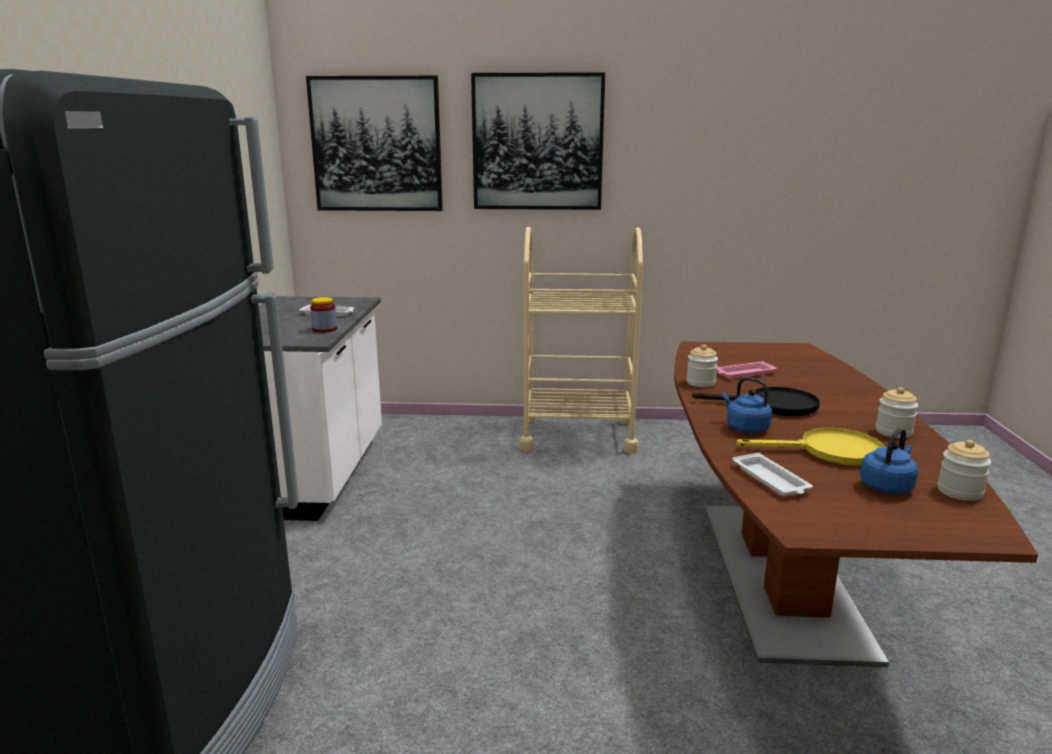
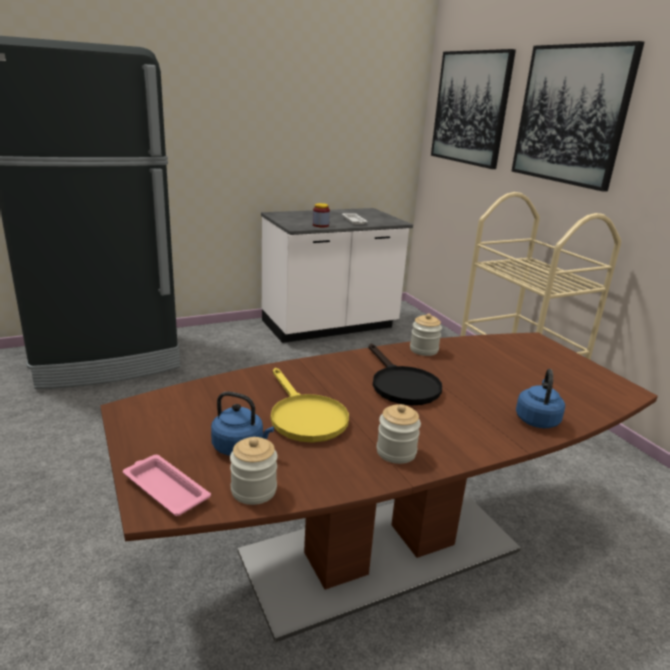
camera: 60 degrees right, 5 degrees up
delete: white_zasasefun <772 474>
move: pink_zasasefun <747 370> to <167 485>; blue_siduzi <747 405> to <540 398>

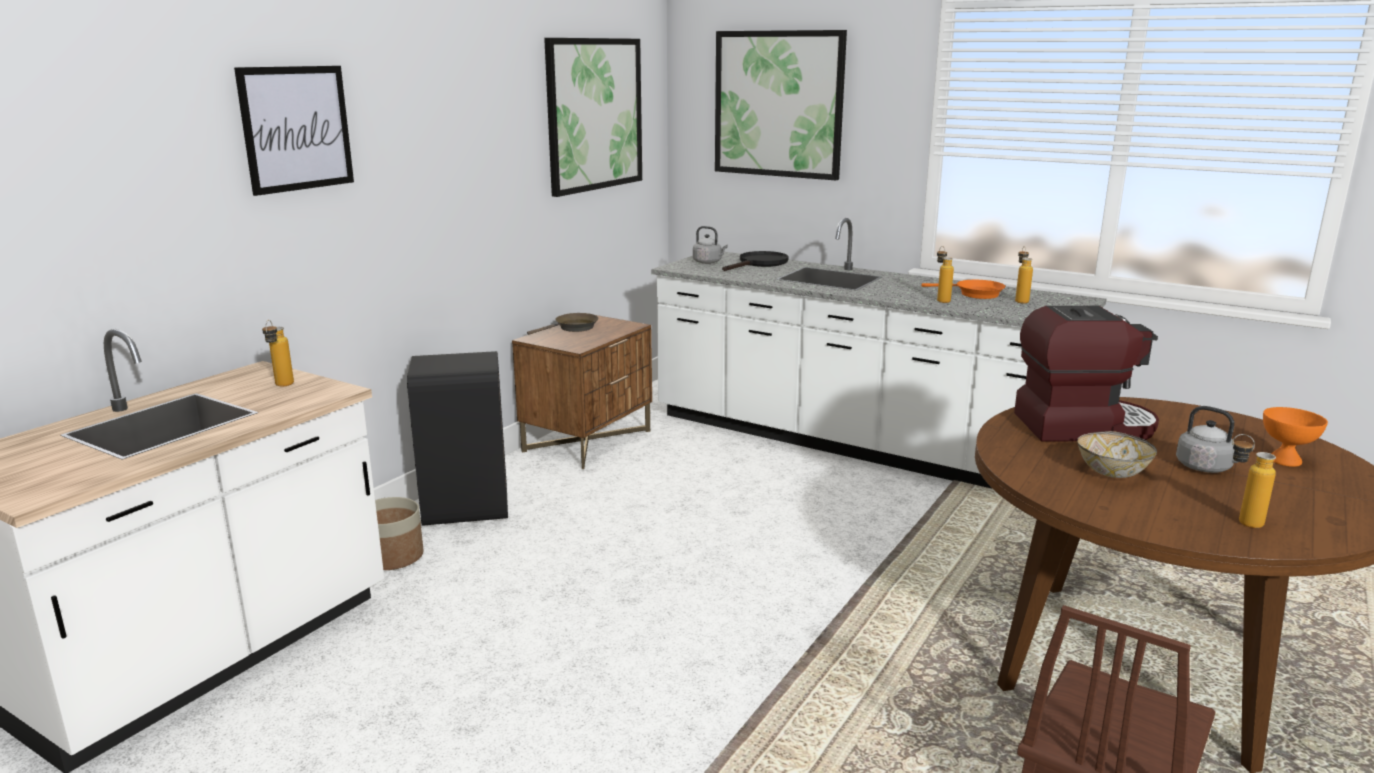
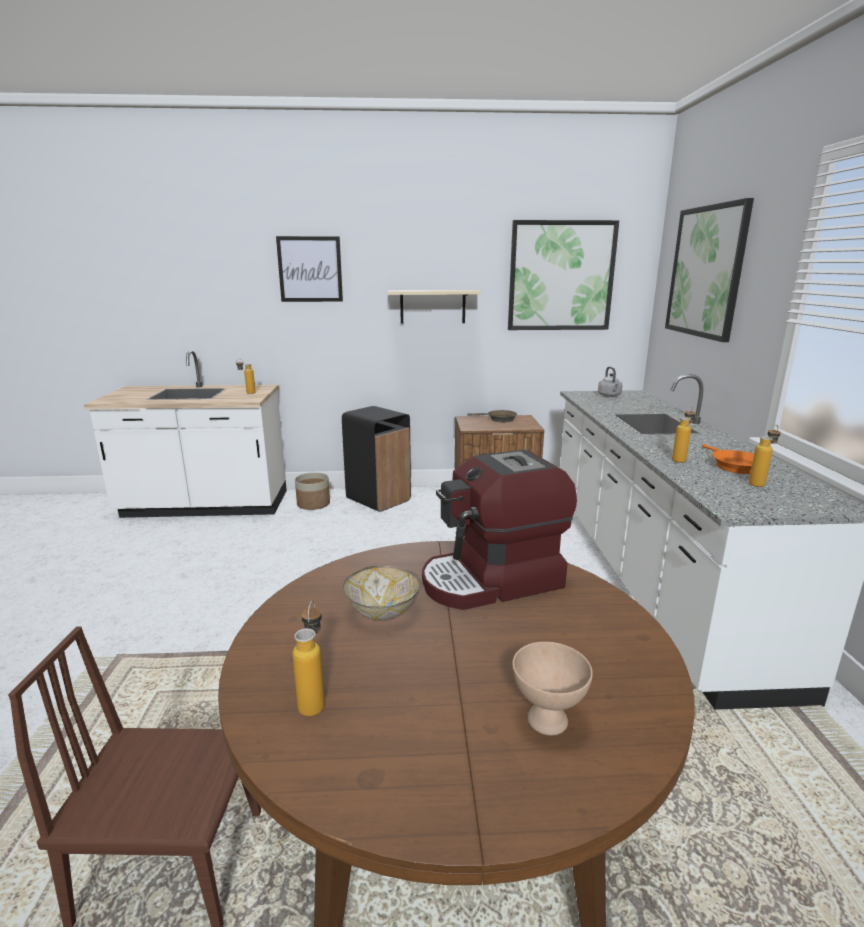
camera: 55 degrees right, 0 degrees up
delete: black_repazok <755 261>; grey_siduzi <1215 439>
insert: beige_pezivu <434 307>
recolor: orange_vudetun <1295 437> to beige_vudetun <553 688>
rotate: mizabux <1086 374> = <499 529> 105 degrees clockwise

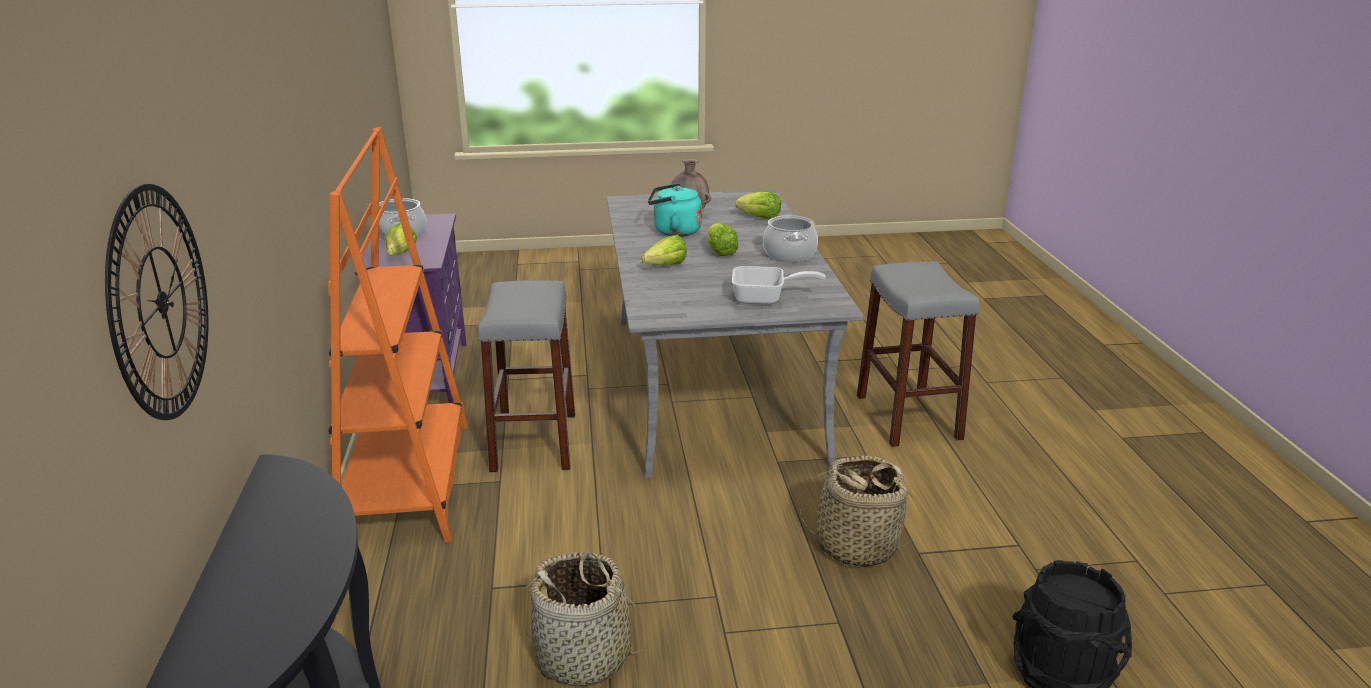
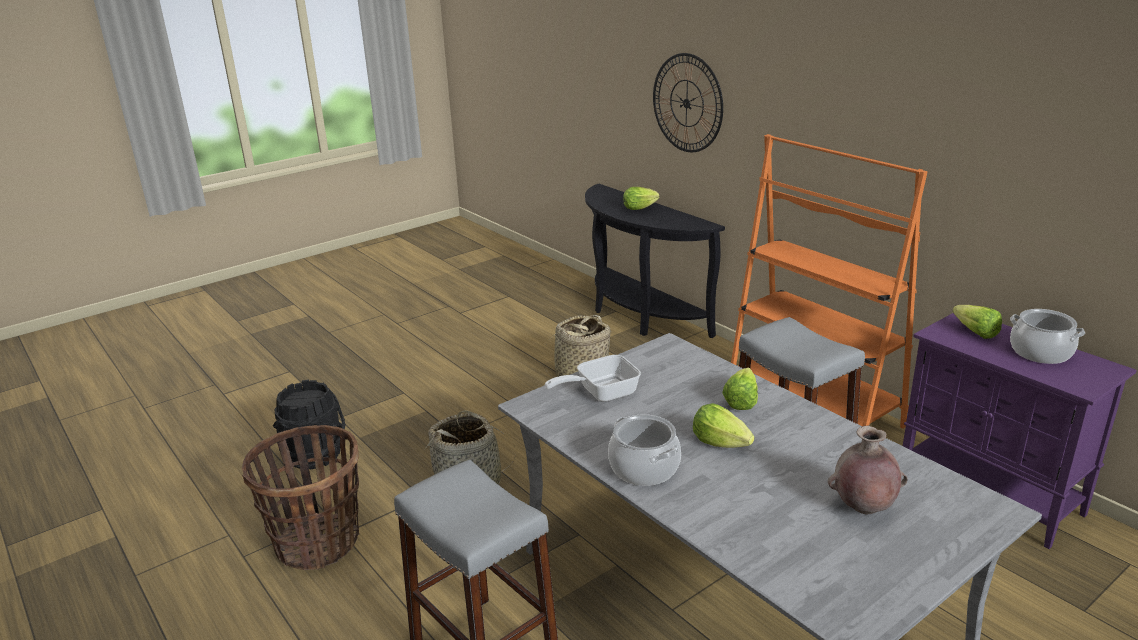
camera: 150 degrees right, 0 degrees up
delete: turquoise_siduzi <675 210>
insert: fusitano <300 497>
move: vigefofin <758 205> to <641 198>

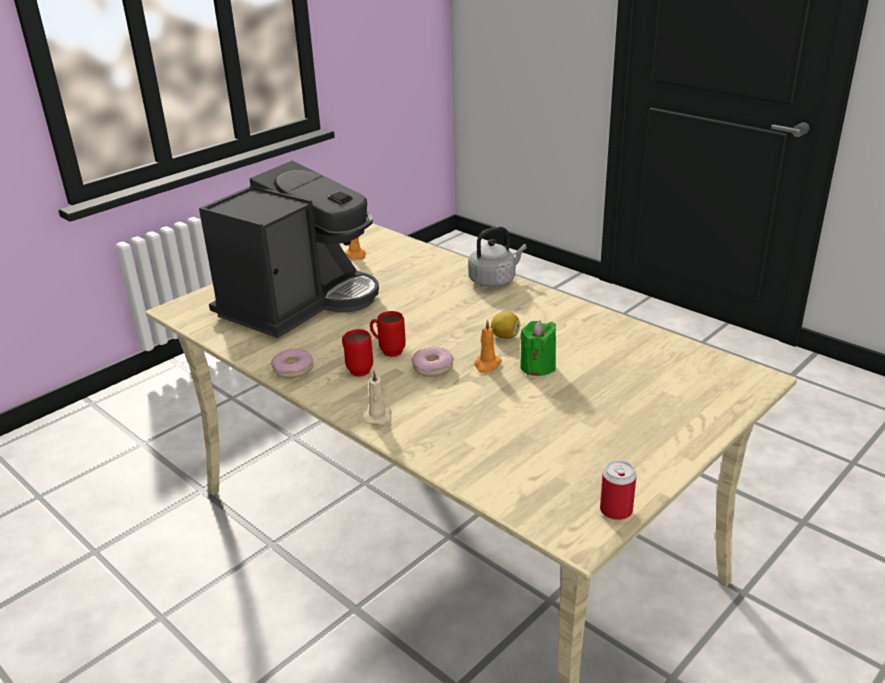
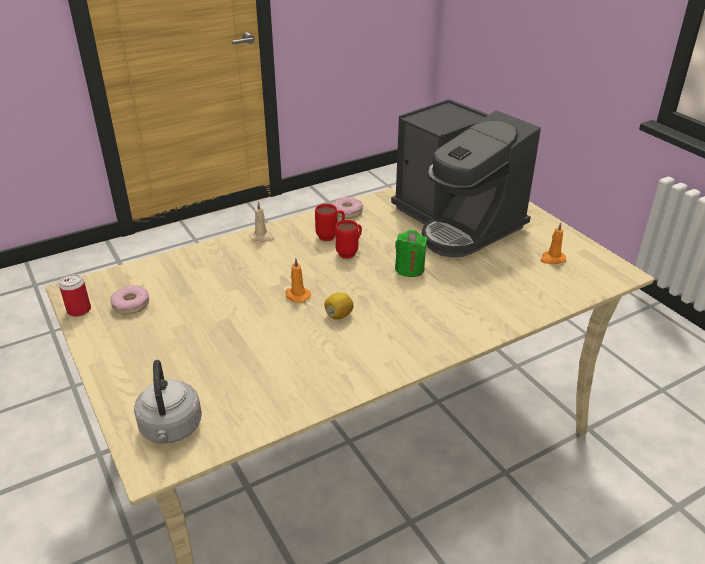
camera: 105 degrees right, 5 degrees up
move: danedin <433 362> to <129 300>; grey_siduzi <497 256> to <168 402>; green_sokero <538 348> to <411 253>

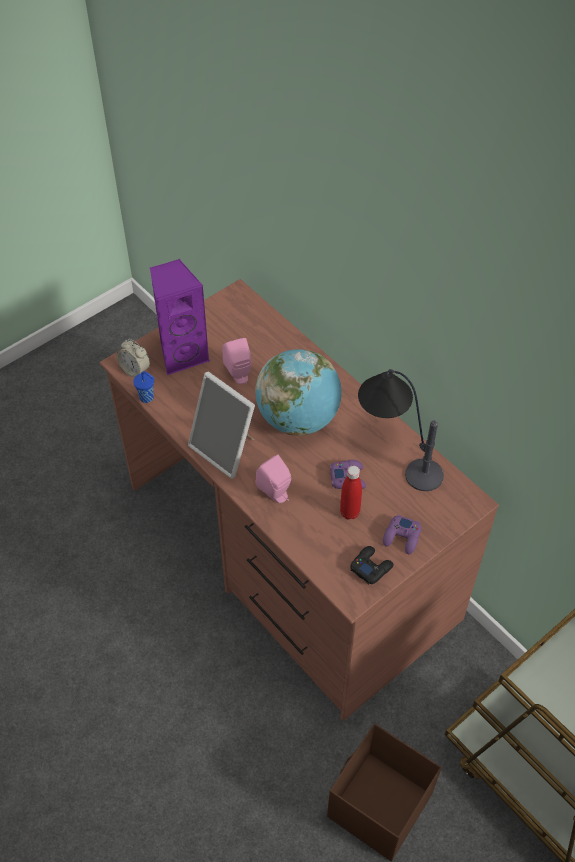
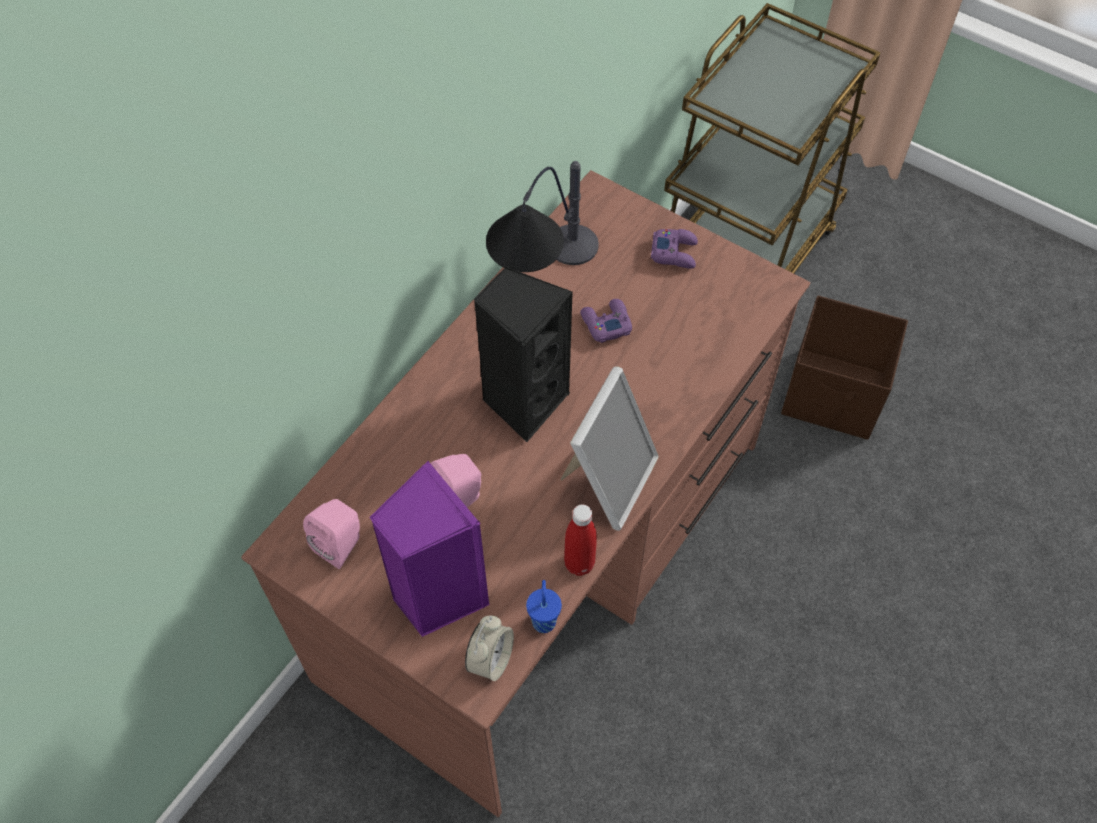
camera: 105 degrees left, 5 degrees up
delete: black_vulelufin <372 565>
move: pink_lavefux <273 479> to <331 534>; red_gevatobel <351 493> to <580 540>
replace: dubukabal <298 392> to black_lavefux <523 354>

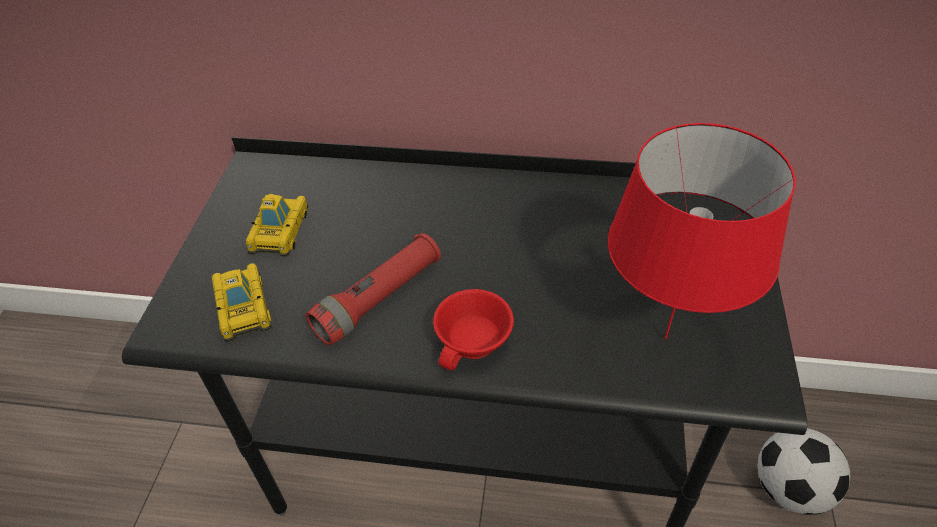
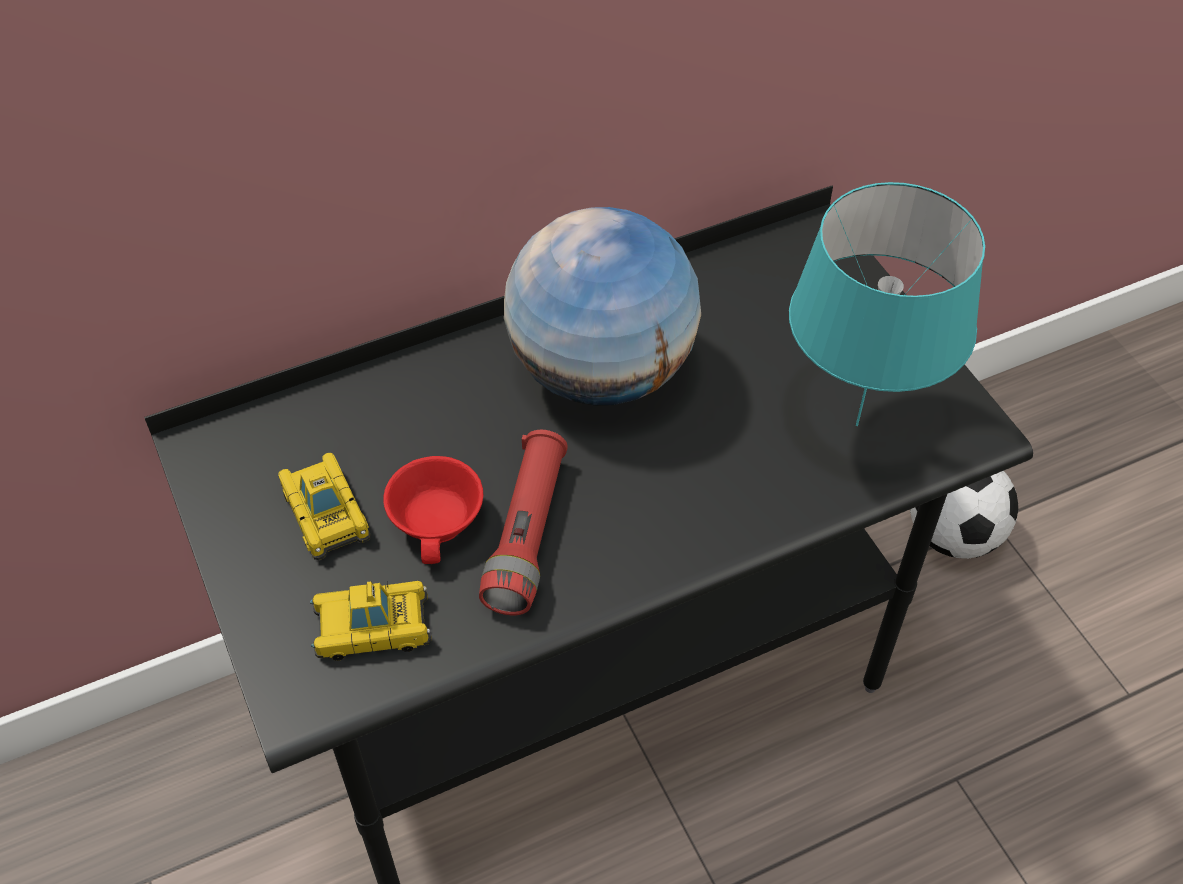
camera: 35 degrees left, 5 degrees up
insert: dubukabal <602 306>
move: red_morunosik <473 329> to <433 510>
recolor: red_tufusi <701 231> to turquoise_tufusi <887 304>
rotate: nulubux <242 302> = <370 621> 45 degrees counterclockwise

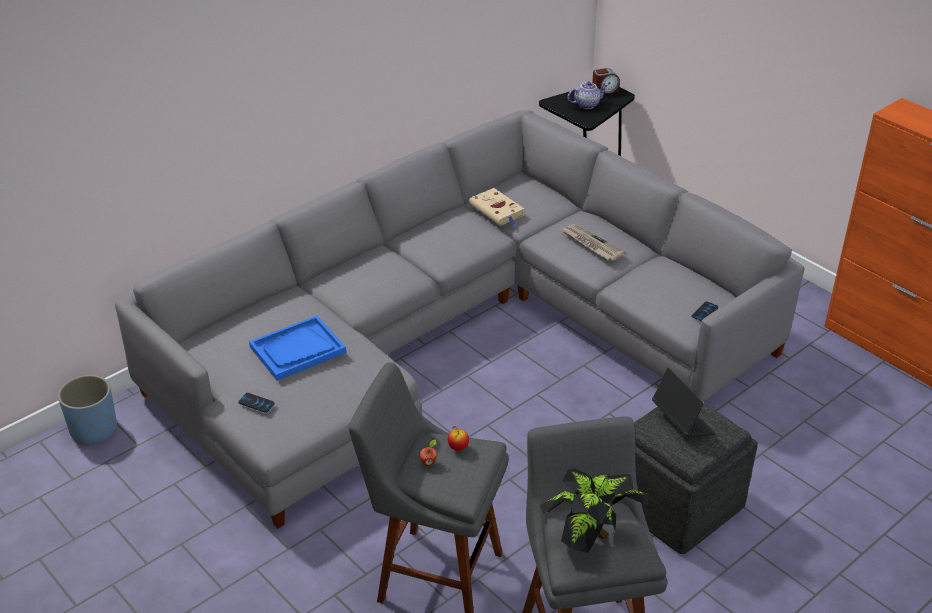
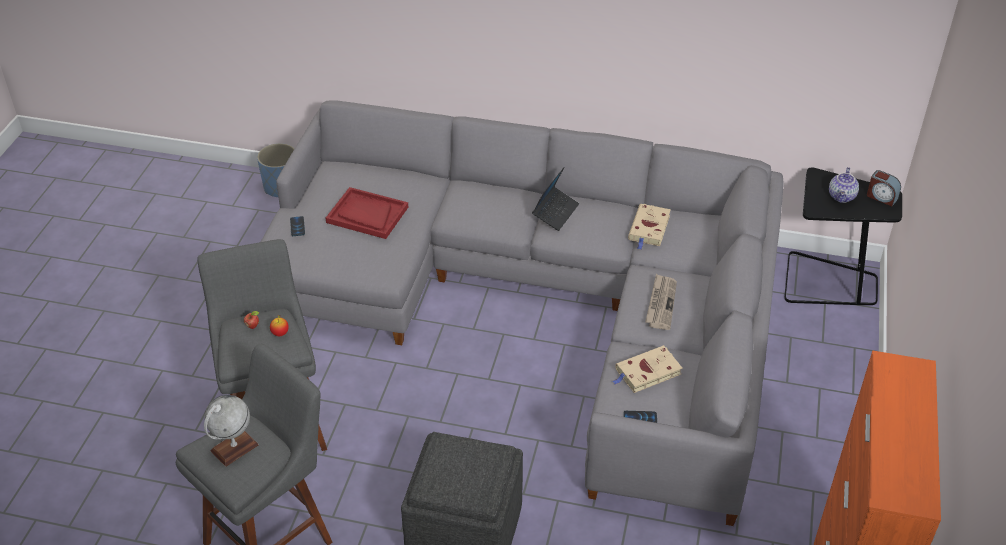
camera: 55 degrees right, 5 degrees up
insert: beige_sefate <647 369>
move: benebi <684 402> to <555 199>
replace: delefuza <594 510> to dubukabal <231 431>
recolor: blue_zasasefun <297 348> to red_zasasefun <367 213>
rotate: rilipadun <588 95> = <844 185> 75 degrees clockwise

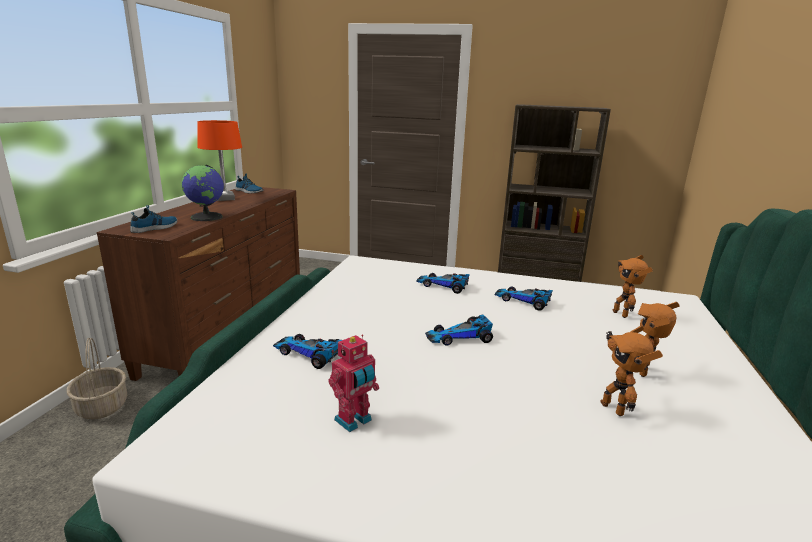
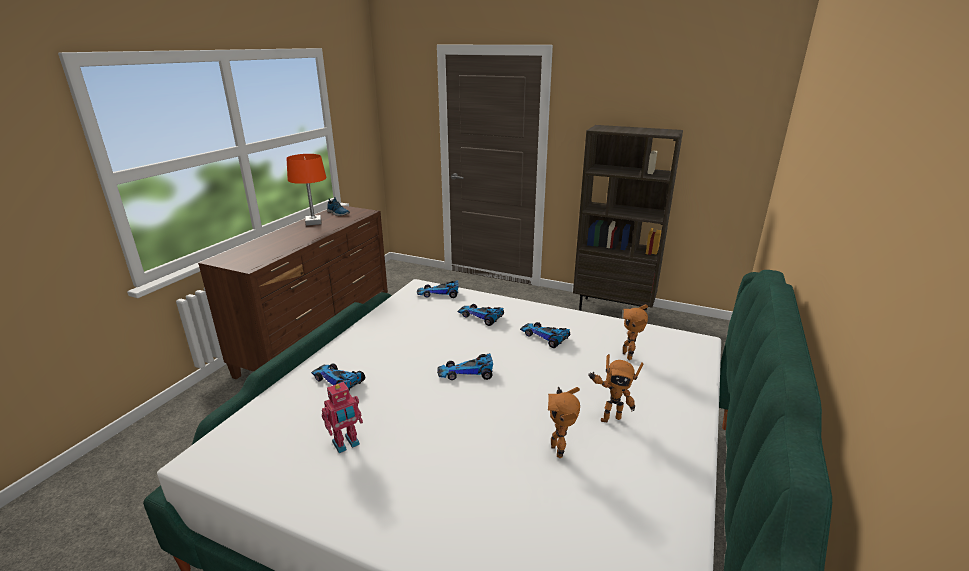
camera: 10 degrees right, 5 degrees up
delete: fusitano <97 378>; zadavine <153 219>; dubukabal <202 192>
insert: nulubux <438 289>
rotate: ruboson <659 339> = <616 388> 120 degrees counterclockwise

